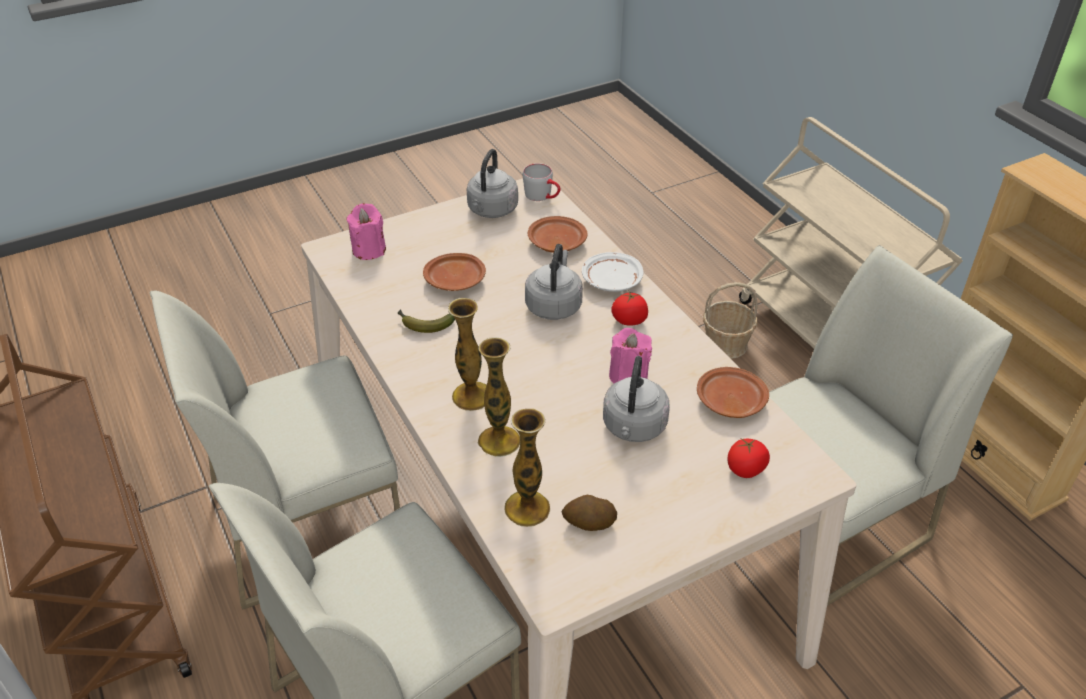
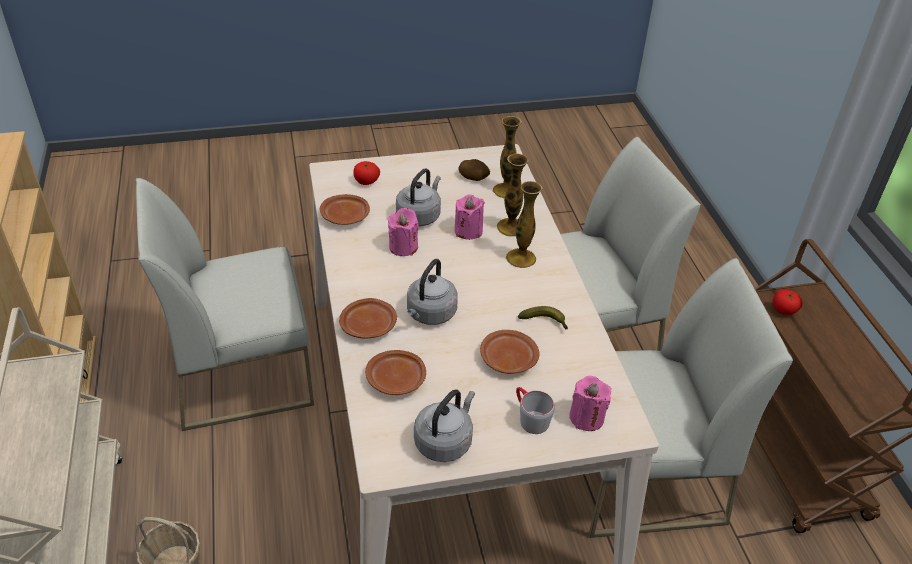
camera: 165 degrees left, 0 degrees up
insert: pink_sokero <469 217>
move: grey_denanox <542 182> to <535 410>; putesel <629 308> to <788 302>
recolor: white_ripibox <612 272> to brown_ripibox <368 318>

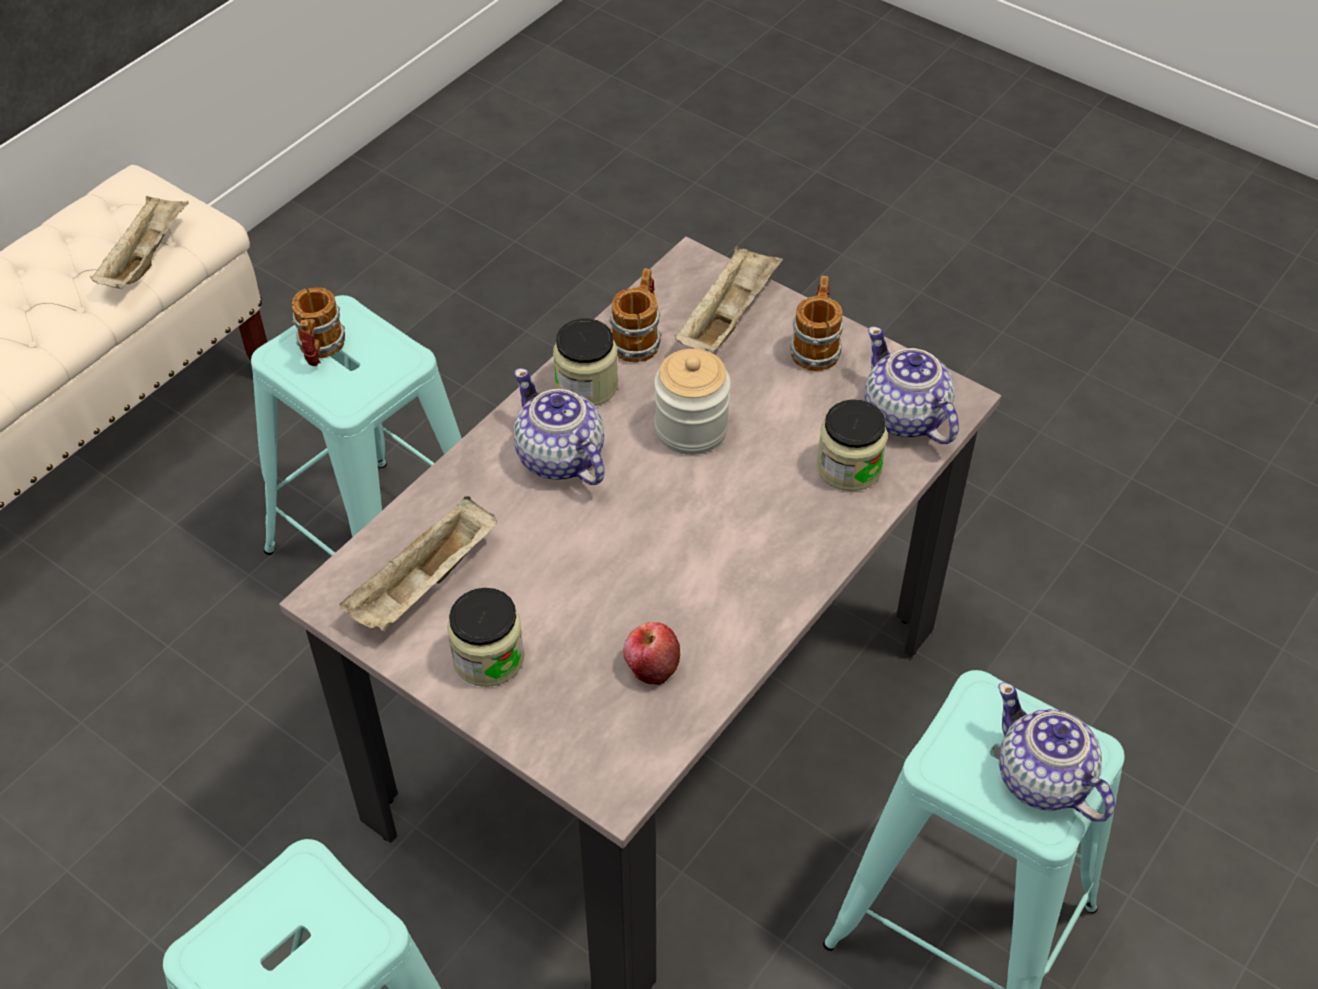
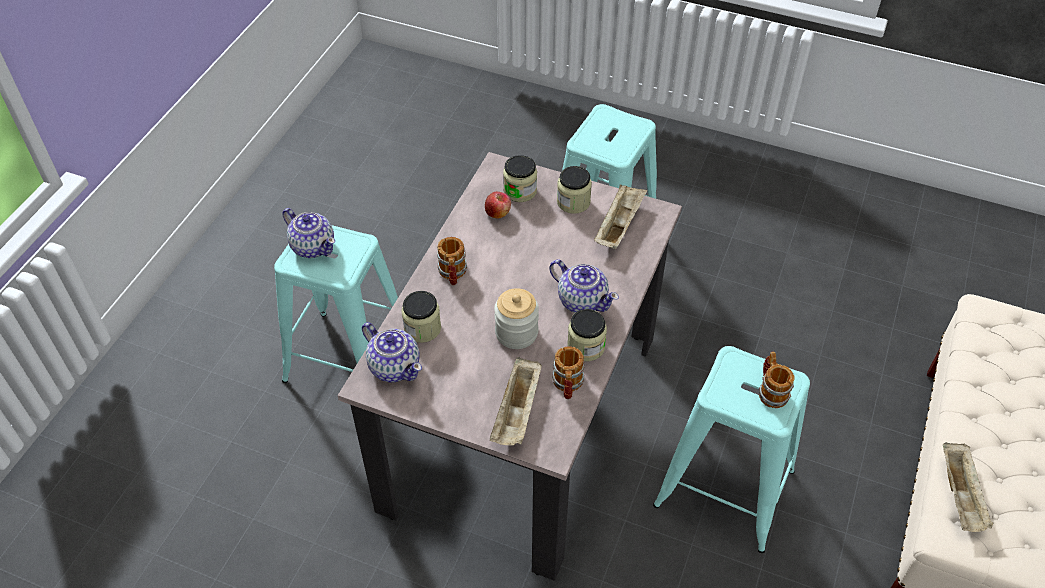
camera: 165 degrees right, 0 degrees up
insert: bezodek <520 178>
move: denanox <816 323> to <452 261>

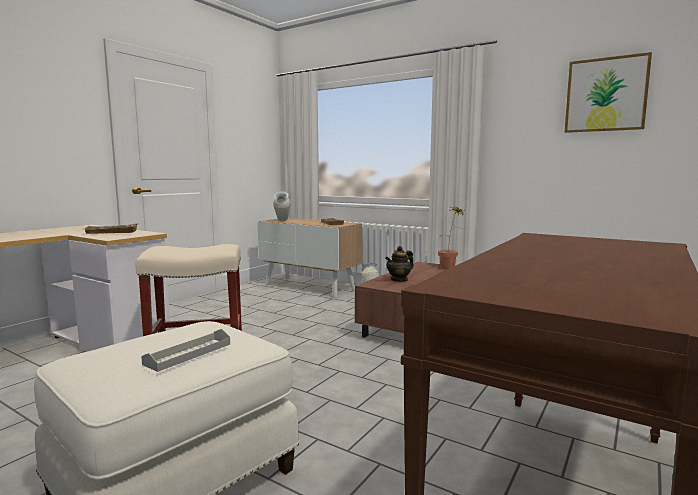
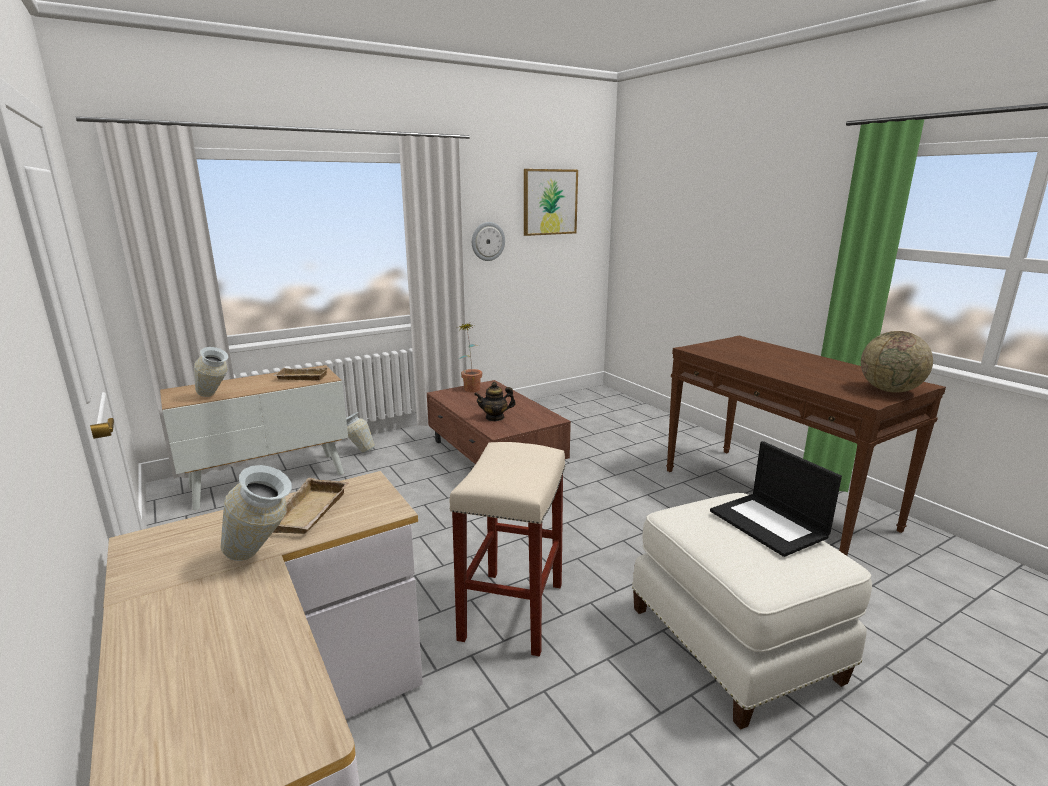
camera: 65 degrees left, 10 degrees up
insert: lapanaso <256 513>; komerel <488 241>; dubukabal <897 362>
replace: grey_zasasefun <185 350> to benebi <776 499>
rotate: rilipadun <399 264> = <495 401> 90 degrees clockwise

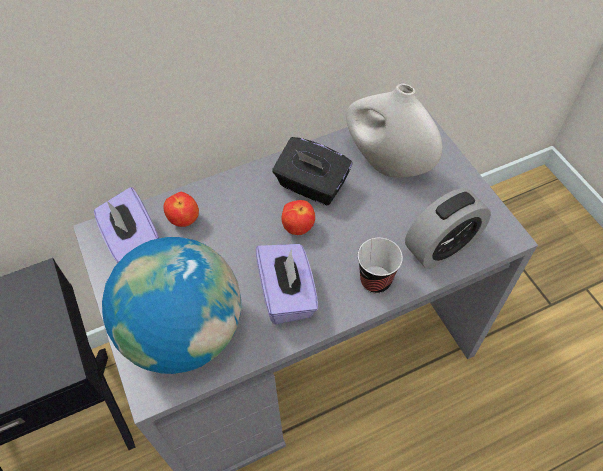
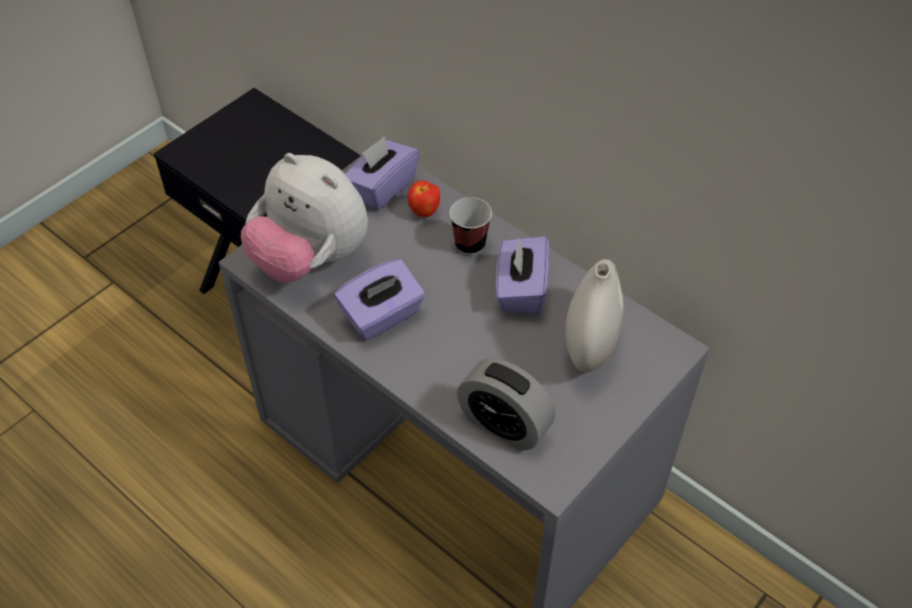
camera: 65 degrees right, 5 degrees down
delete: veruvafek <298 217>
move: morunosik <380 265> to <470 226>
replace: dubukabal <171 305> to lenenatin <304 217>
recolor: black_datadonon <312 171> to purple_datadonon <522 275>

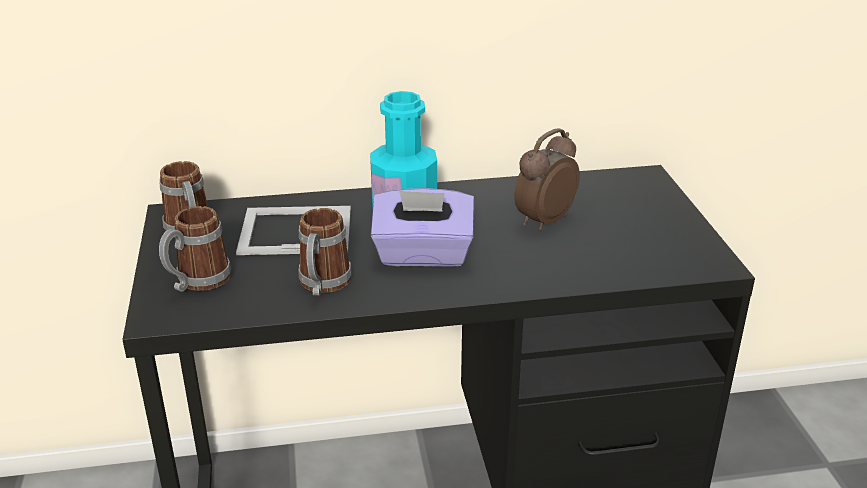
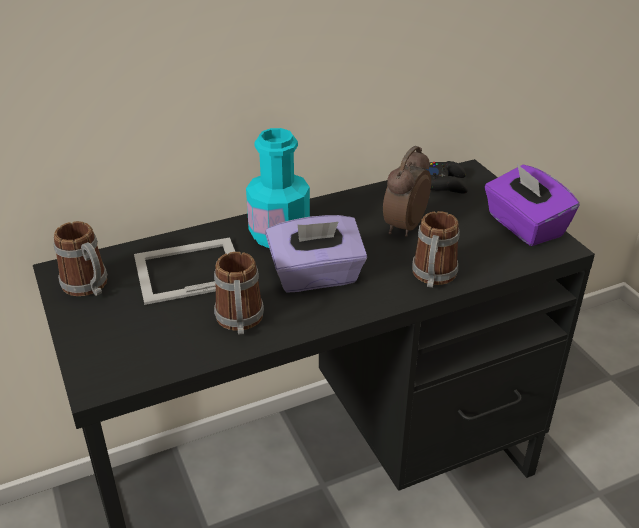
camera: 15 degrees left, 5 degrees up
insert: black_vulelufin <445 177>; purple_datadonon <532 204>
move: denanox <195 249> to <435 249>

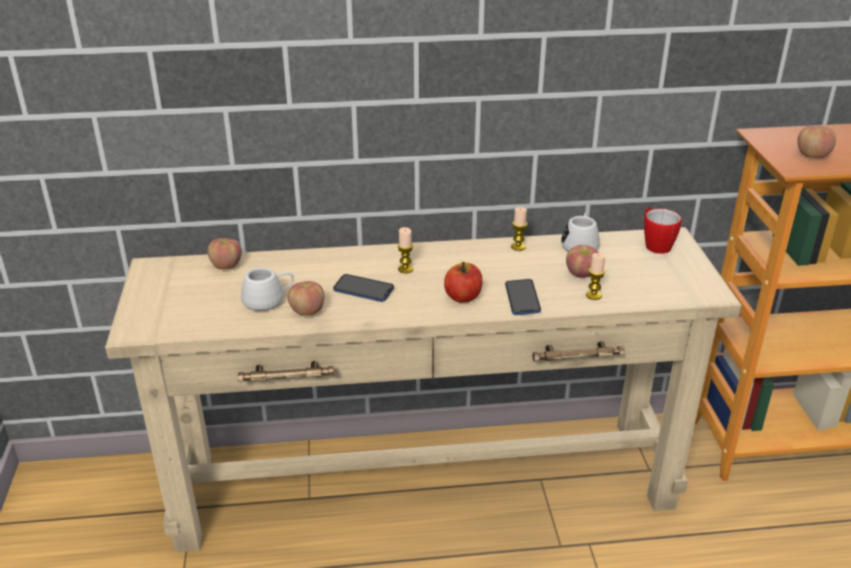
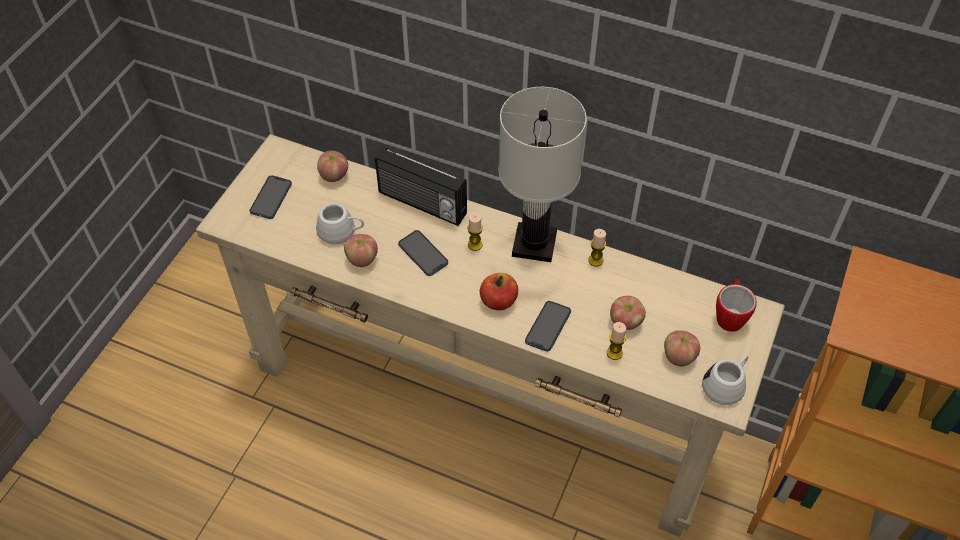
camera: 30 degrees right, 20 degrees up
insert: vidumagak <271 197>; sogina <421 186>; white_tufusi <542 174>
move: veruvafek <816 142> to <682 348>; white_denanox <580 232> to <725 380>

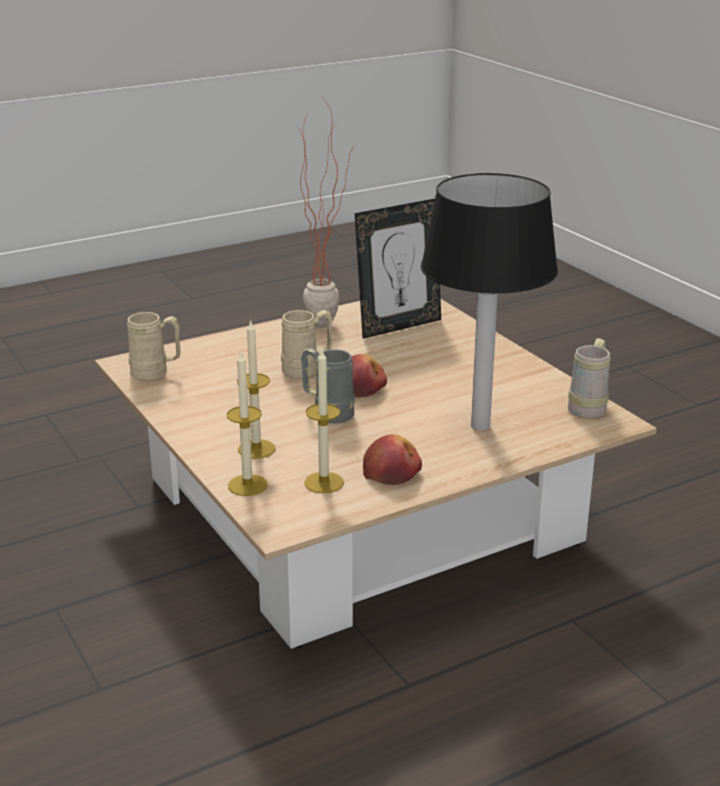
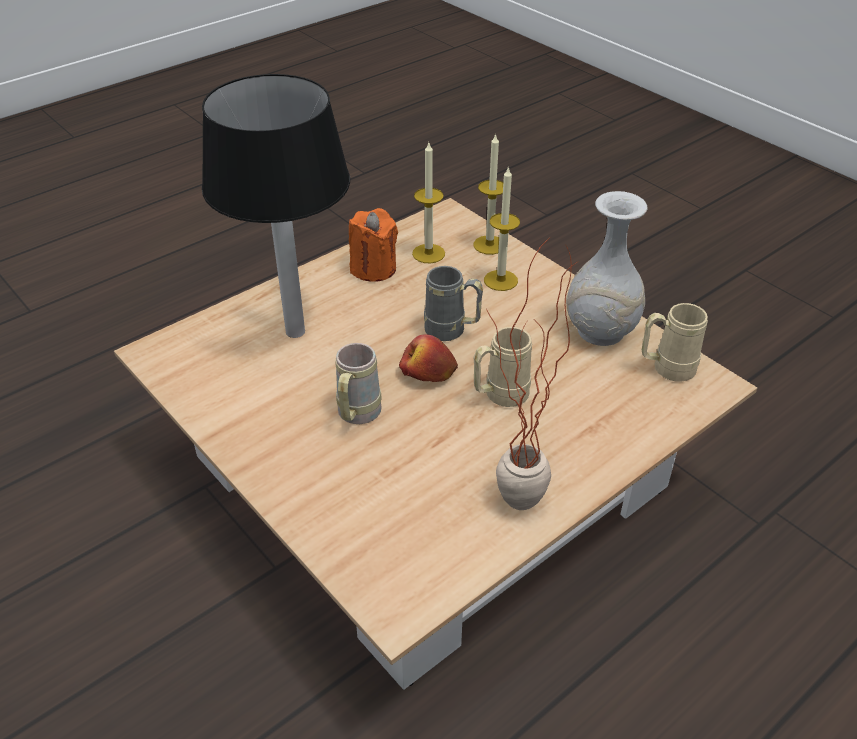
camera: 170 degrees right, 15 degrees up
delete: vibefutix <397 269>
insert: white_lapanaso <607 268>
move: beige_denanox <589 379> to <358 383>
replace: veruvafek <392 459> to orange_sokero <373 245>

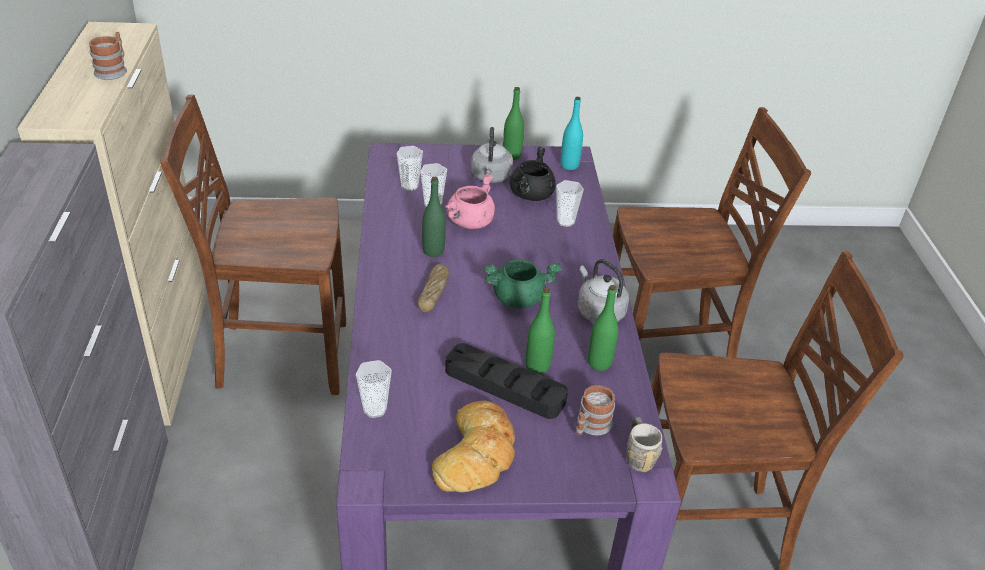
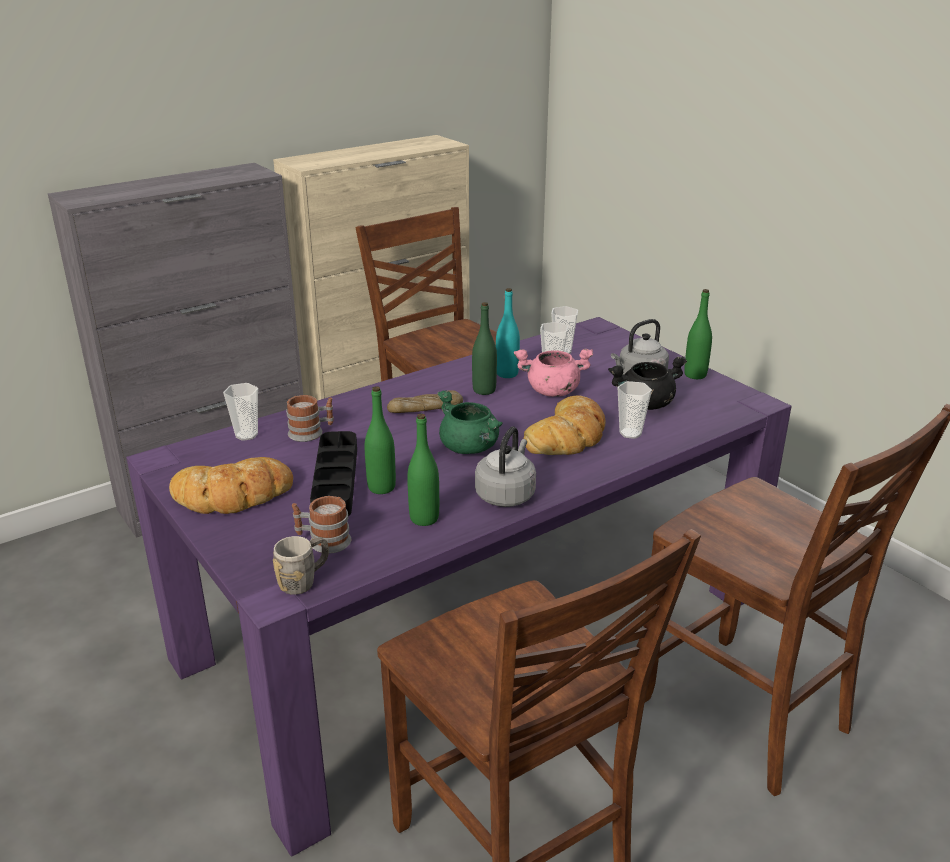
camera: 60 degrees right, 10 degrees down
insert: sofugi <564 425>
move: denanox <108 56> to <310 418>; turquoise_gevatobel <571 133> to <508 333>

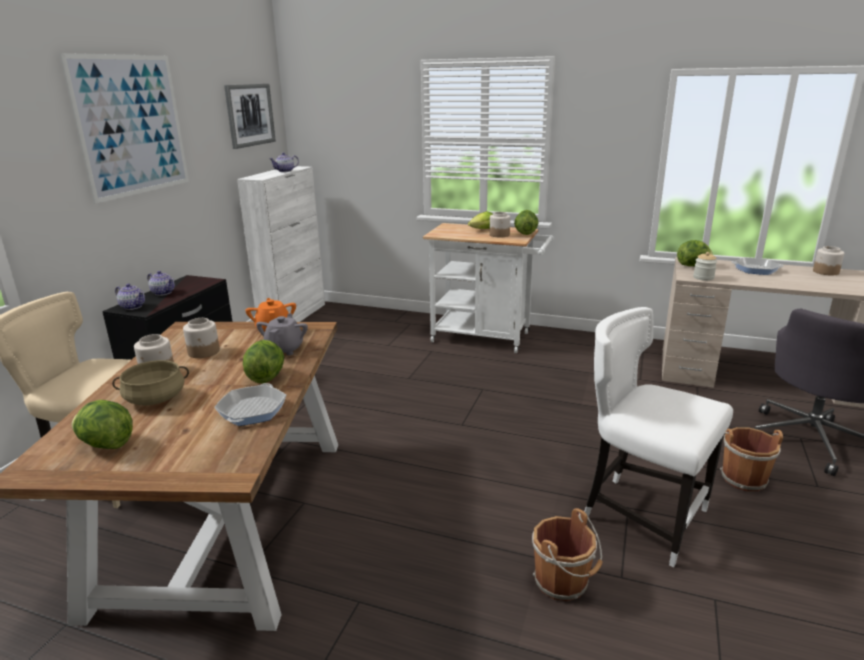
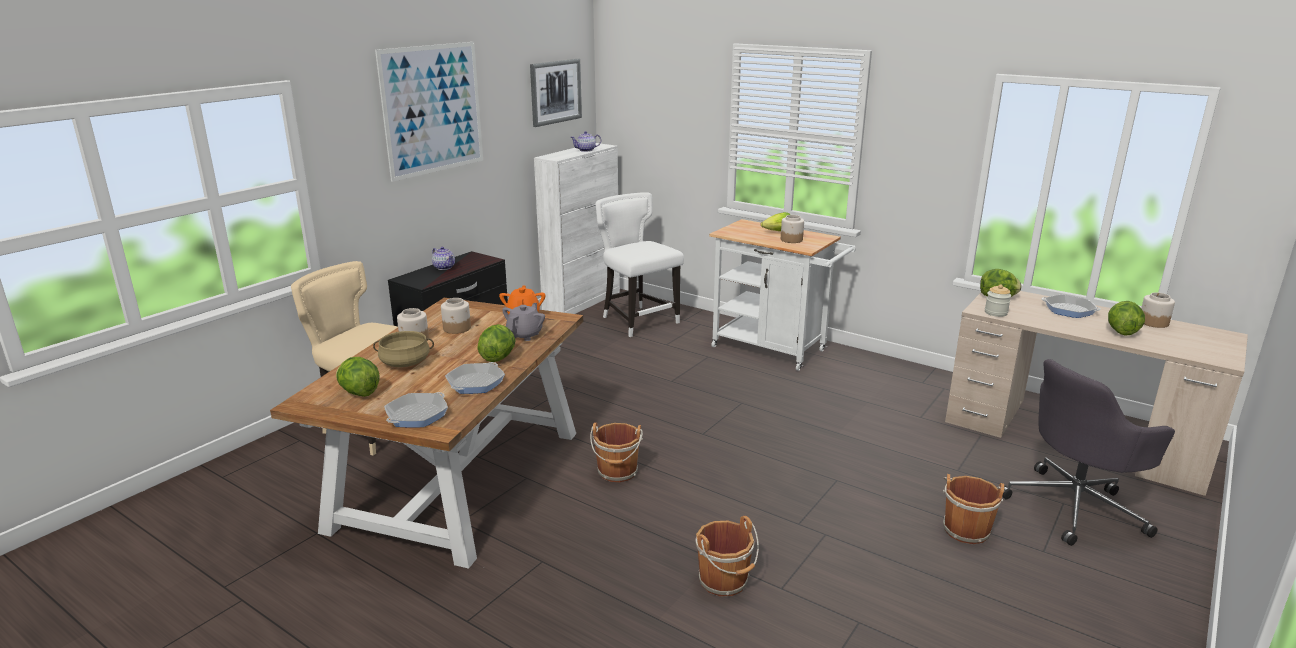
camera: 15 degrees right, 0 degrees up
delete: rilipadun <130 297>
insert: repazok <416 410>; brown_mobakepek <616 452>
move: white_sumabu <658 437> to <640 264>; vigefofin <526 222> to <1126 318>

